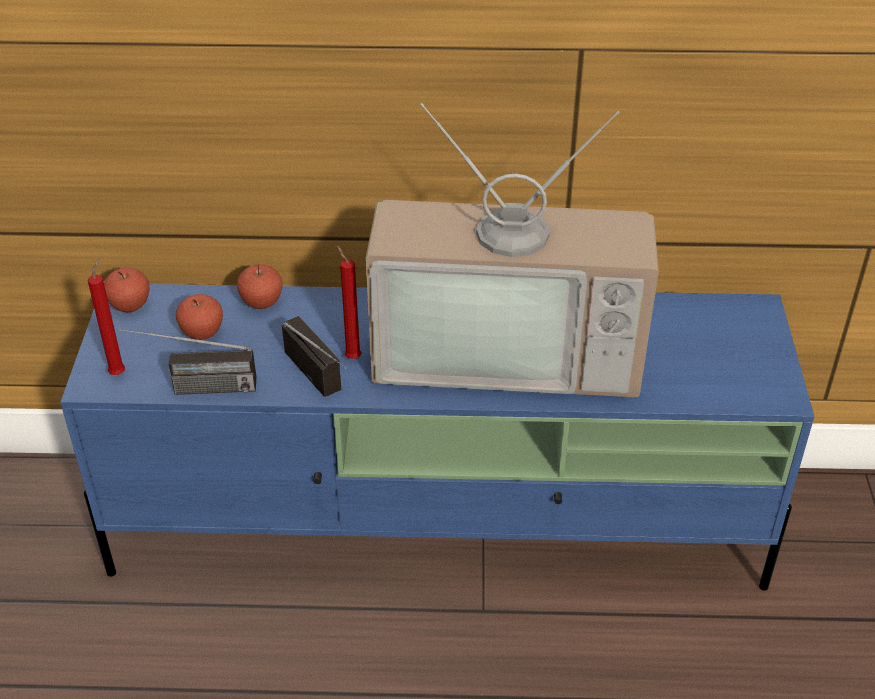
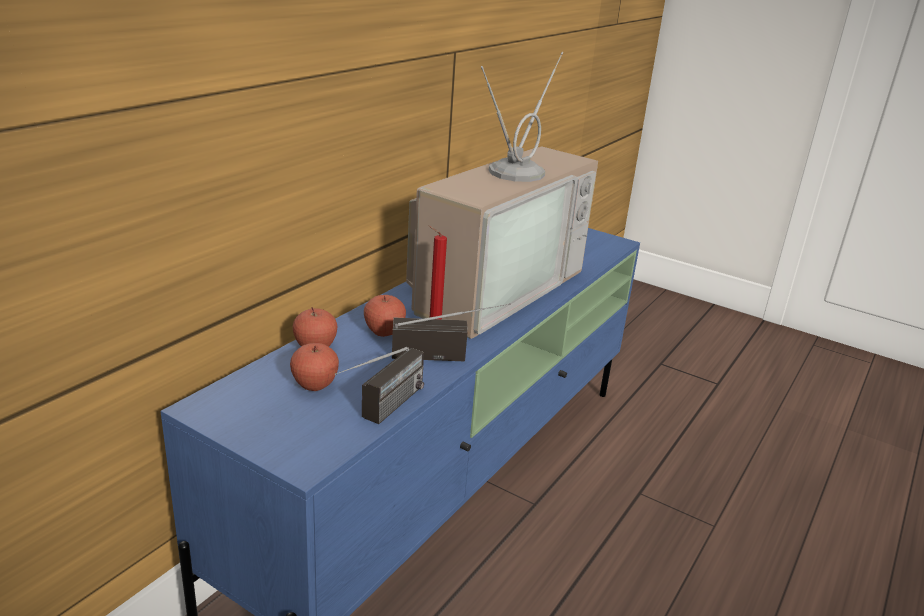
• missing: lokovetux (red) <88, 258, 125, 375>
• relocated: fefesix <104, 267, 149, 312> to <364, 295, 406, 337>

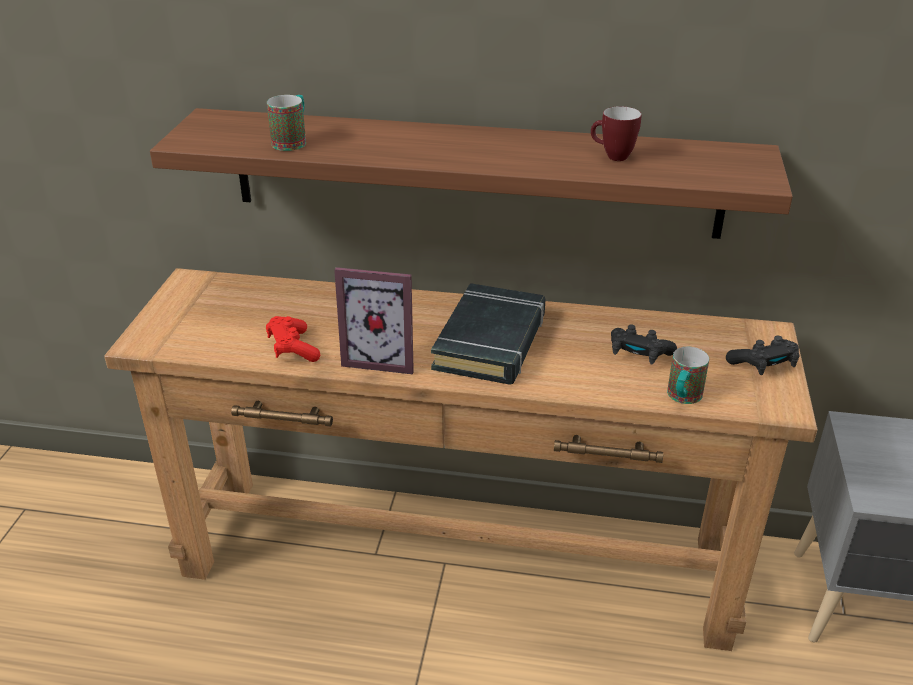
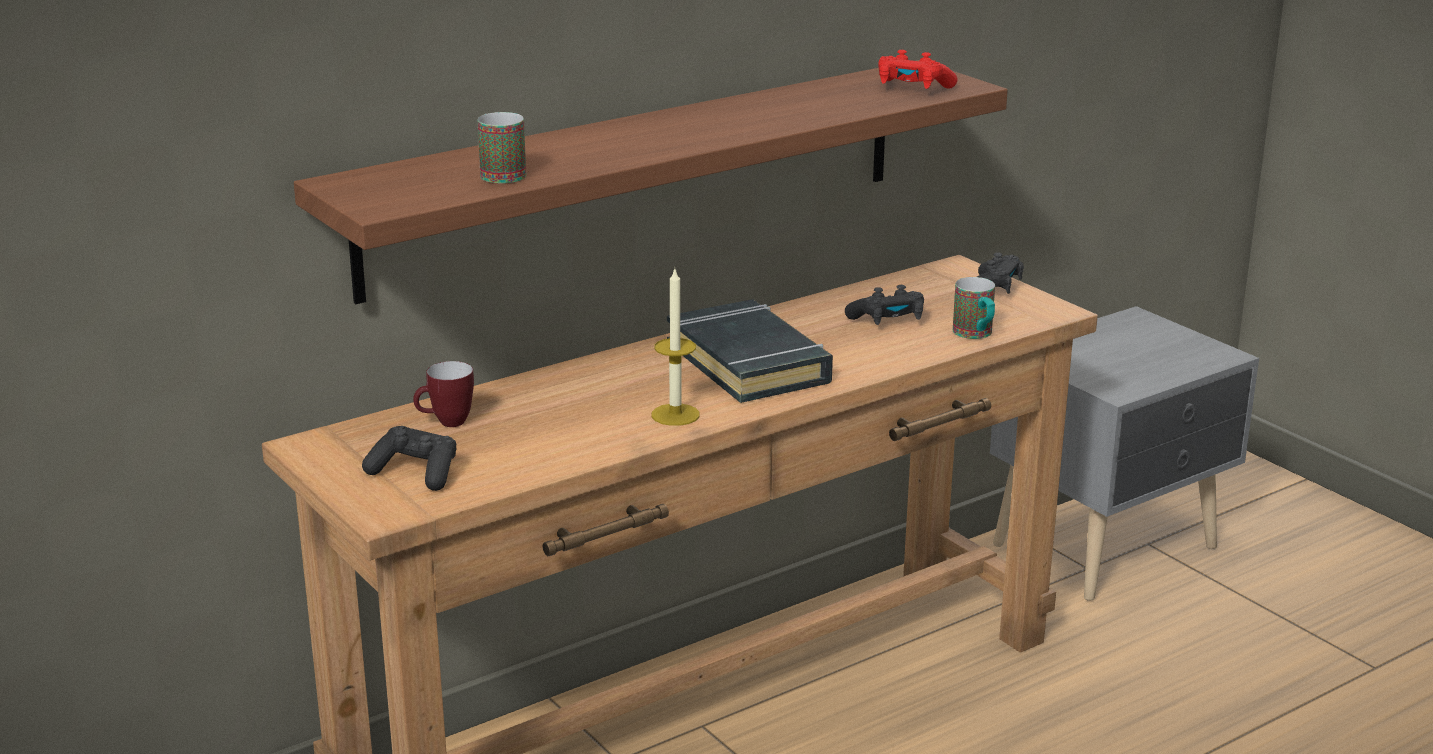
• appeared: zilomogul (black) <362, 426, 456, 491>
• relocated: zilomogul (red) <266, 316, 320, 362> to <878, 50, 957, 89>
• relocated: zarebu <591, 106, 642, 161> to <413, 361, 474, 427>
• exchanged: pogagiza <334, 267, 414, 374> to lokovetux <651, 269, 700, 426>

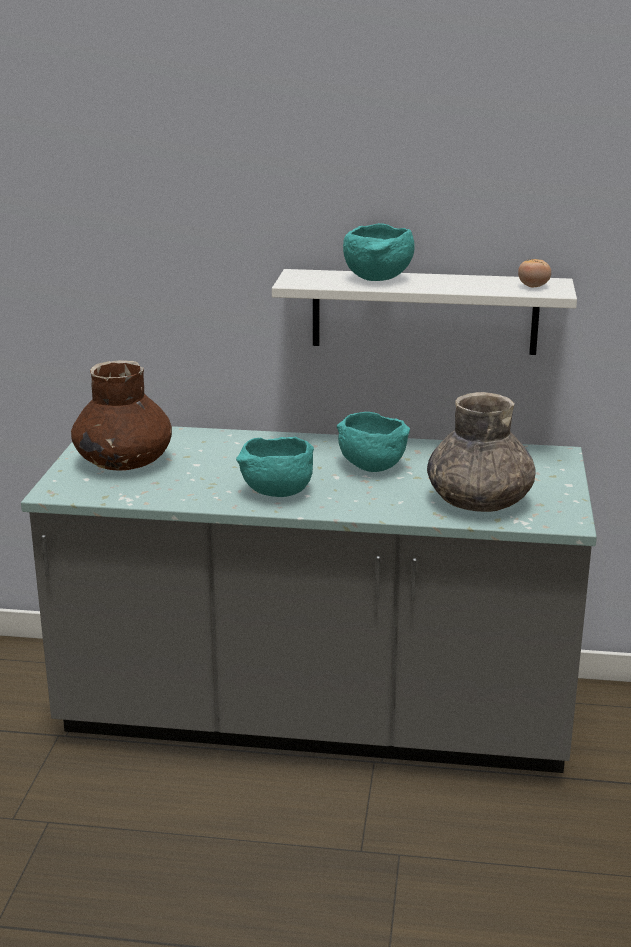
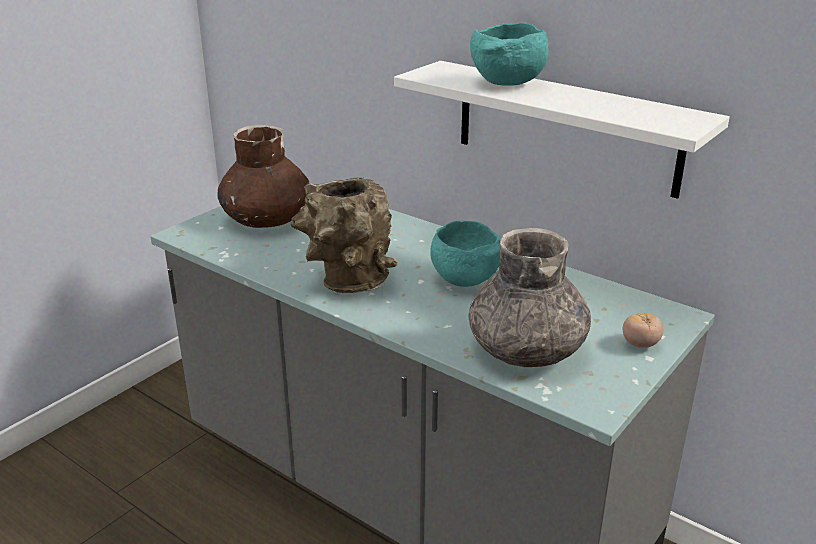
• relocated: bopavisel <518, 259, 551, 287> to <623, 313, 663, 348>
• exchanged: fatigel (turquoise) <236, 436, 314, 497> to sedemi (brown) <291, 178, 398, 294>

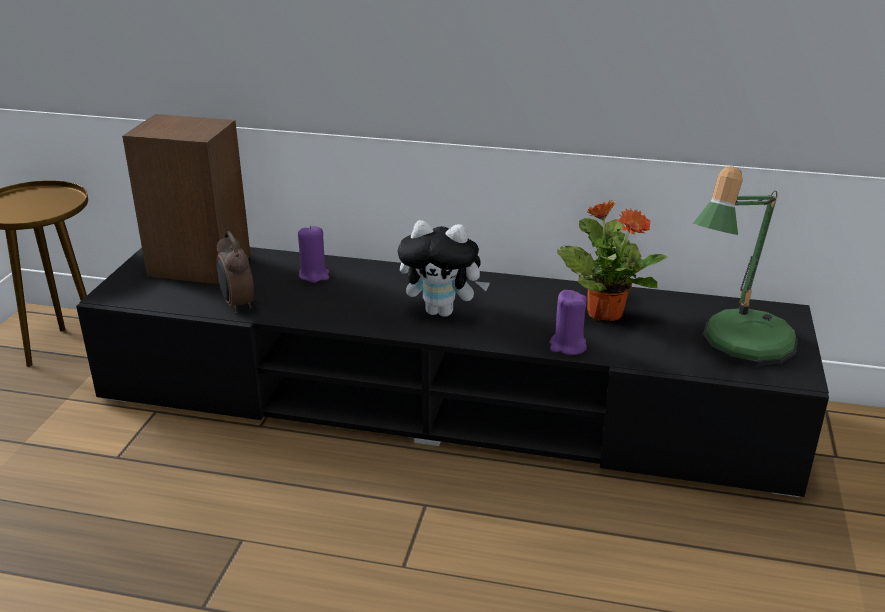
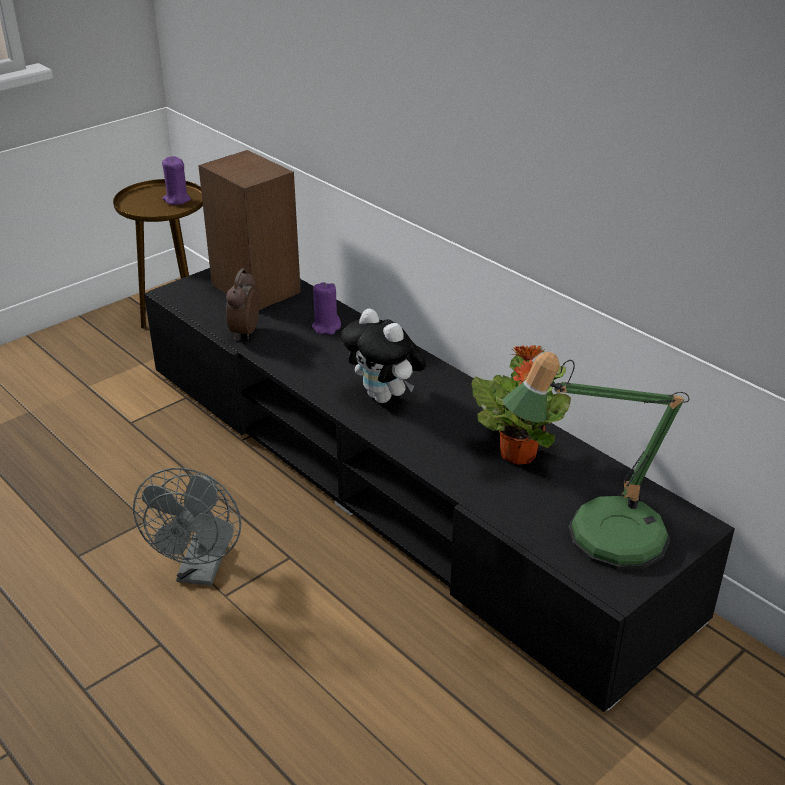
• appeared: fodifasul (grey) <133, 468, 241, 586>
• relocated: lokovetux (purple) <549, 290, 587, 355> to <162, 156, 191, 205>

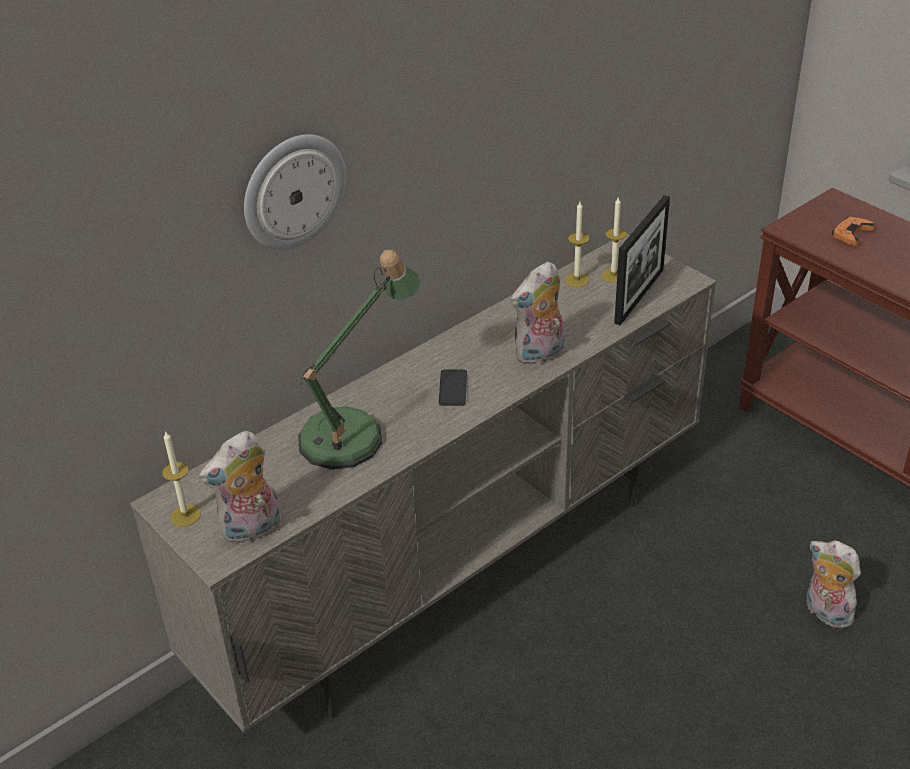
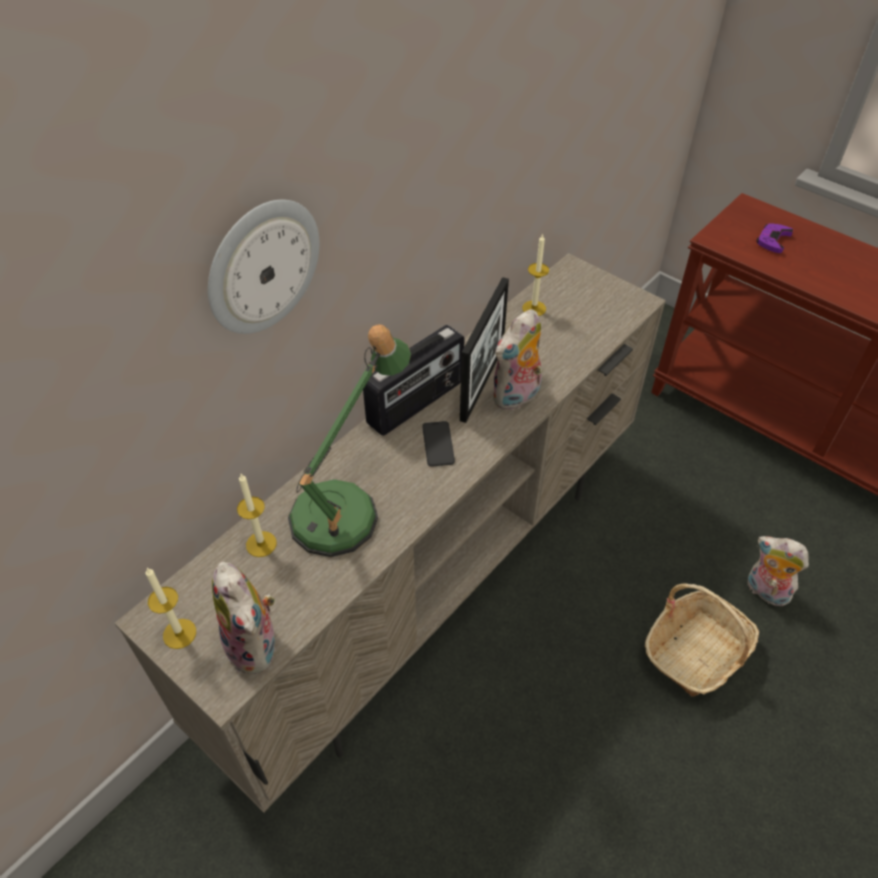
• appeared: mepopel <363, 325, 465, 436>
• appeared: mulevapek <645, 583, 759, 697>
• relocated: lokovetux <601, 196, 627, 283> to <237, 474, 277, 557>
• relocated: pogagiza <614, 195, 670, 325> to <460, 277, 509, 423>
• colour: zilomogul (orange) <832, 217, 875, 246> to zilomogul (purple) <756, 223, 793, 253>
• spun: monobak <199, 431, 281, 544> = <212, 562, 275, 674> 75 degrees counterclockwise

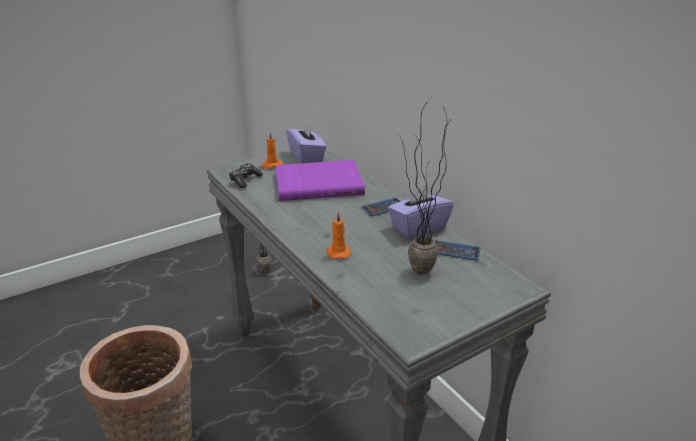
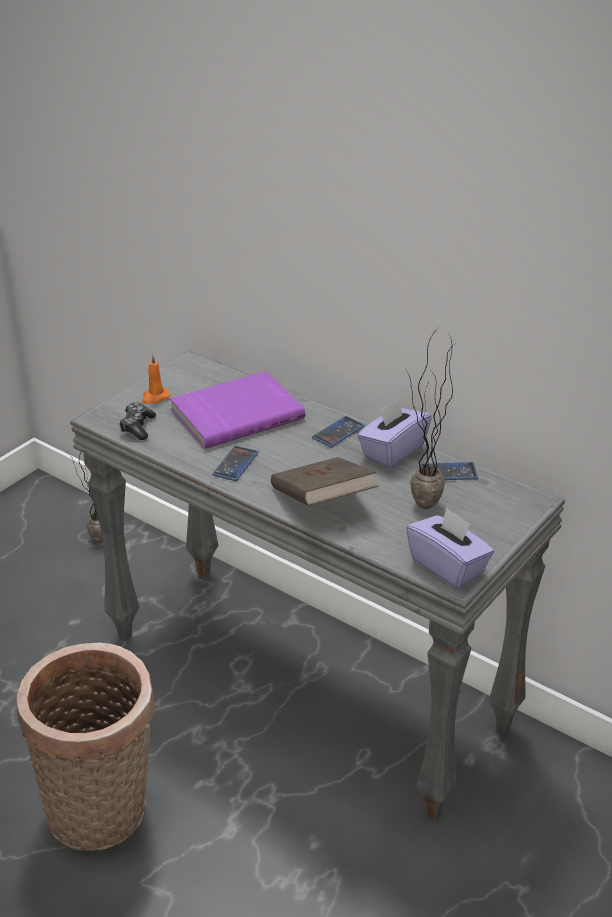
• appeared: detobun <212, 446, 258, 481>
• relocated: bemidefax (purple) <286, 121, 326, 163> to <406, 507, 494, 588>
• exchanged: lokovetux (orange) <327, 212, 351, 259> to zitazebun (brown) <271, 457, 379, 506>

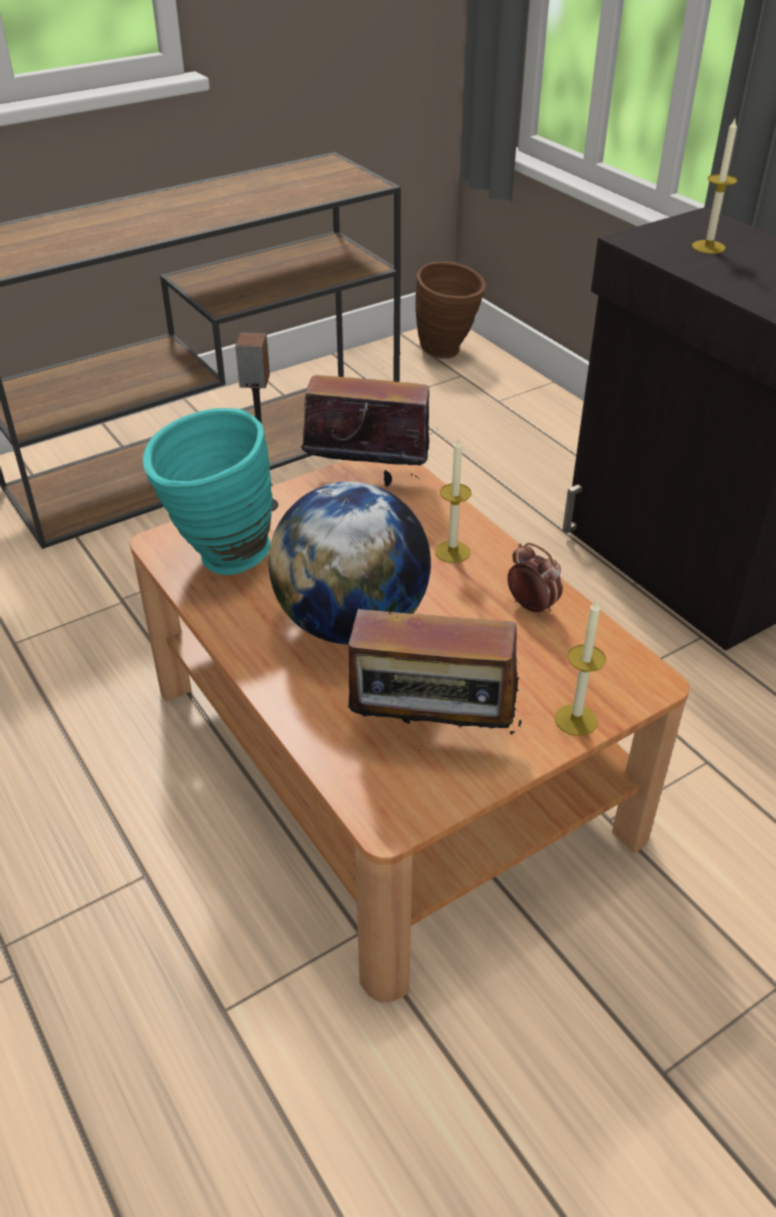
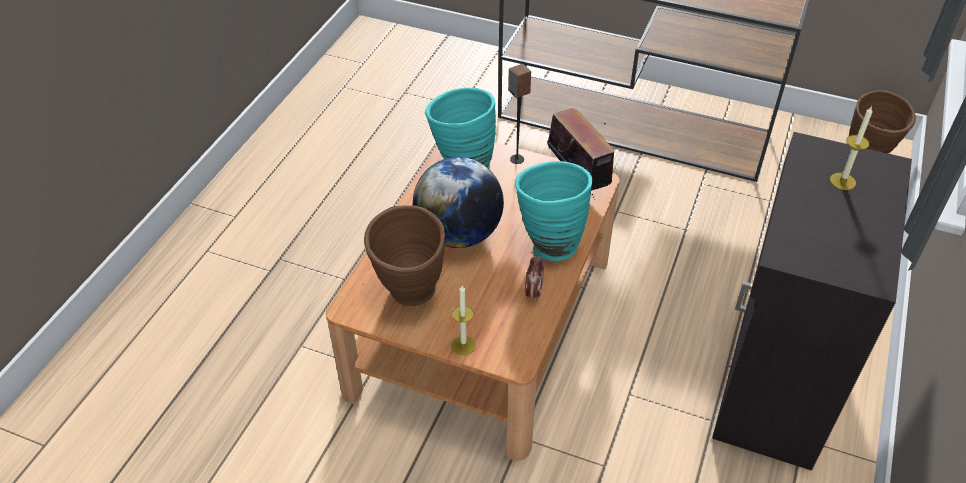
• exchanged: mepopel <344, 590, 522, 751> to sedemi (brown) <364, 205, 445, 306>
• exchanged: lokovetux <435, 437, 471, 563> to sedemi (turquoise) <515, 161, 592, 261>

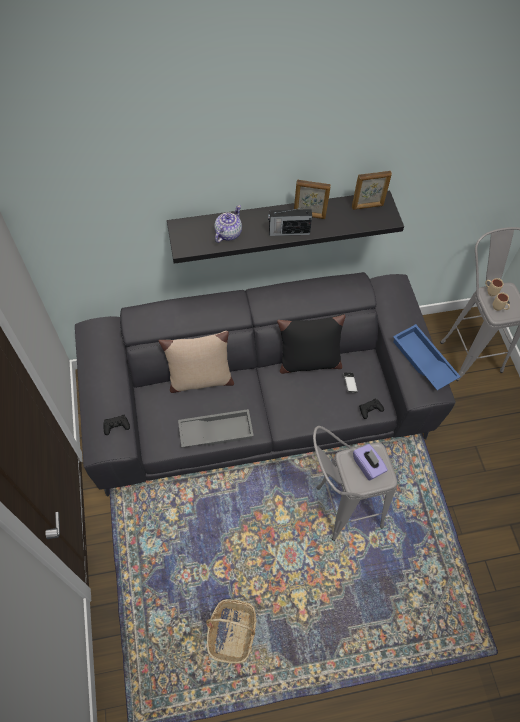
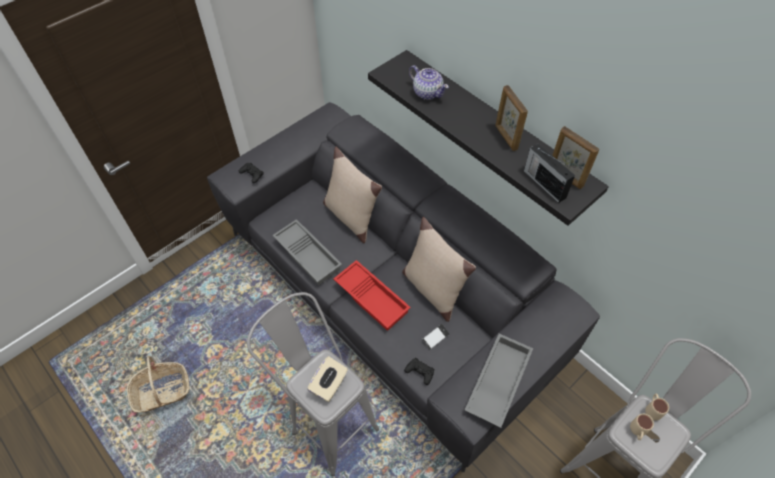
• appeared: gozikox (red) <334, 260, 411, 331>
• relocated: mepopel <268, 207, 312, 236> to <524, 144, 575, 203>
• colour: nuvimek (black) <277, 314, 345, 374> to nuvimek (beige) <402, 217, 476, 322>
• colour: bemidefax (purple) <353, 444, 388, 481> to bemidefax (beige) <307, 356, 348, 402>
• colour: gozikox (blue) <393, 324, 461, 390> to gozikox (grey) <465, 334, 533, 428>
• spun: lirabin <214, 205, 242, 243> = <409, 65, 449, 100> 45 degrees clockwise

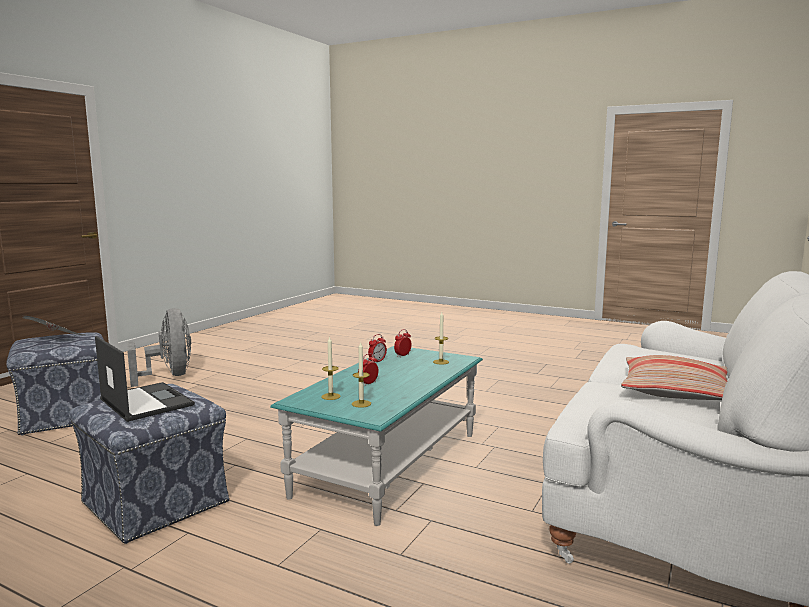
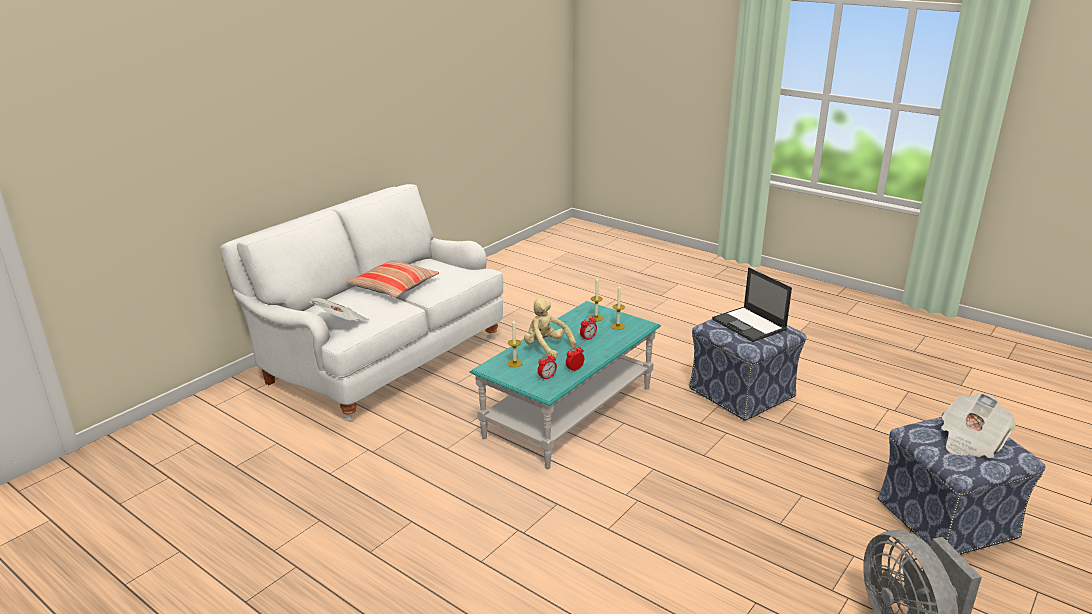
• appeared: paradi <308, 298, 369, 321>
• appeared: monobak (beige) <524, 298, 577, 358>

